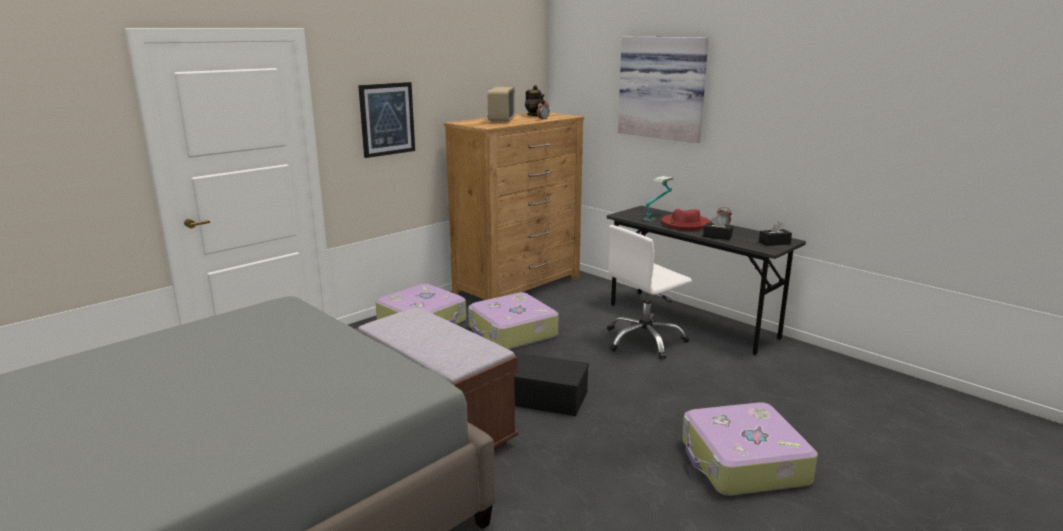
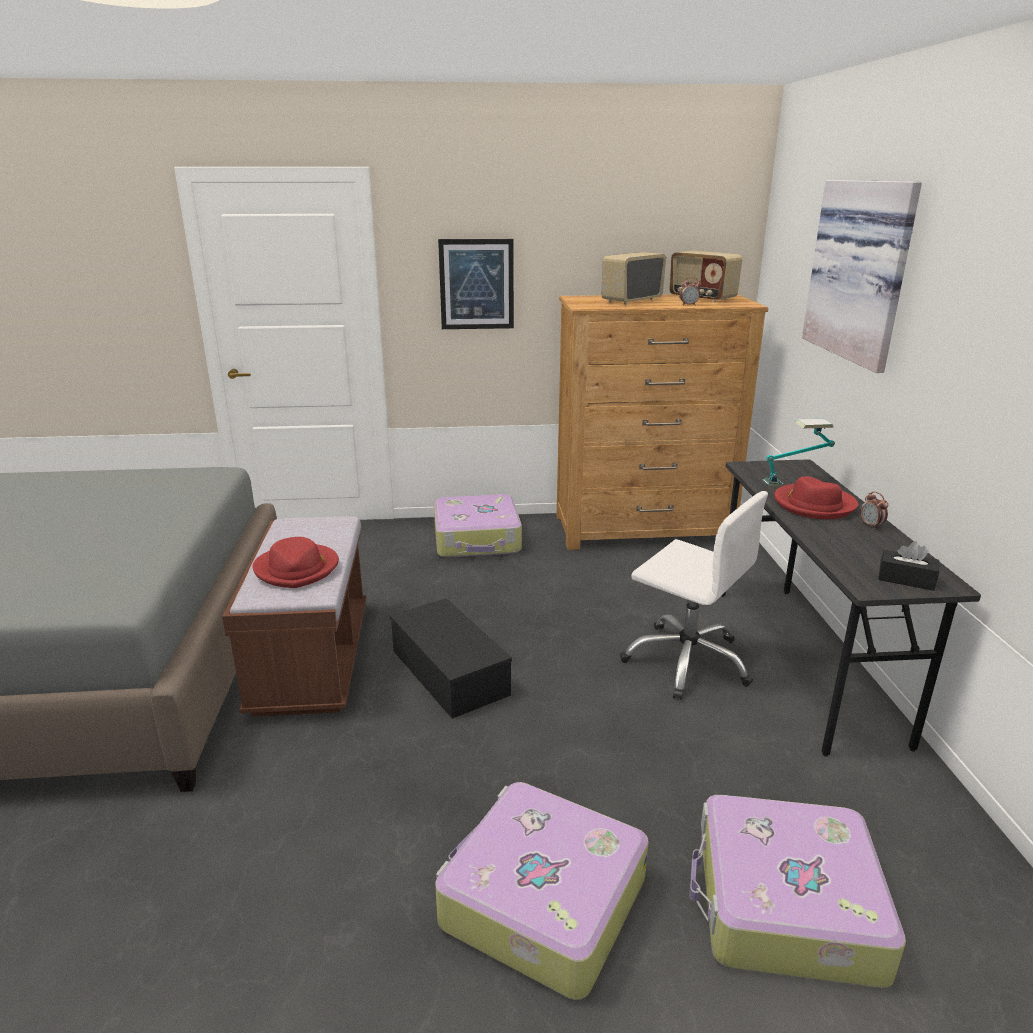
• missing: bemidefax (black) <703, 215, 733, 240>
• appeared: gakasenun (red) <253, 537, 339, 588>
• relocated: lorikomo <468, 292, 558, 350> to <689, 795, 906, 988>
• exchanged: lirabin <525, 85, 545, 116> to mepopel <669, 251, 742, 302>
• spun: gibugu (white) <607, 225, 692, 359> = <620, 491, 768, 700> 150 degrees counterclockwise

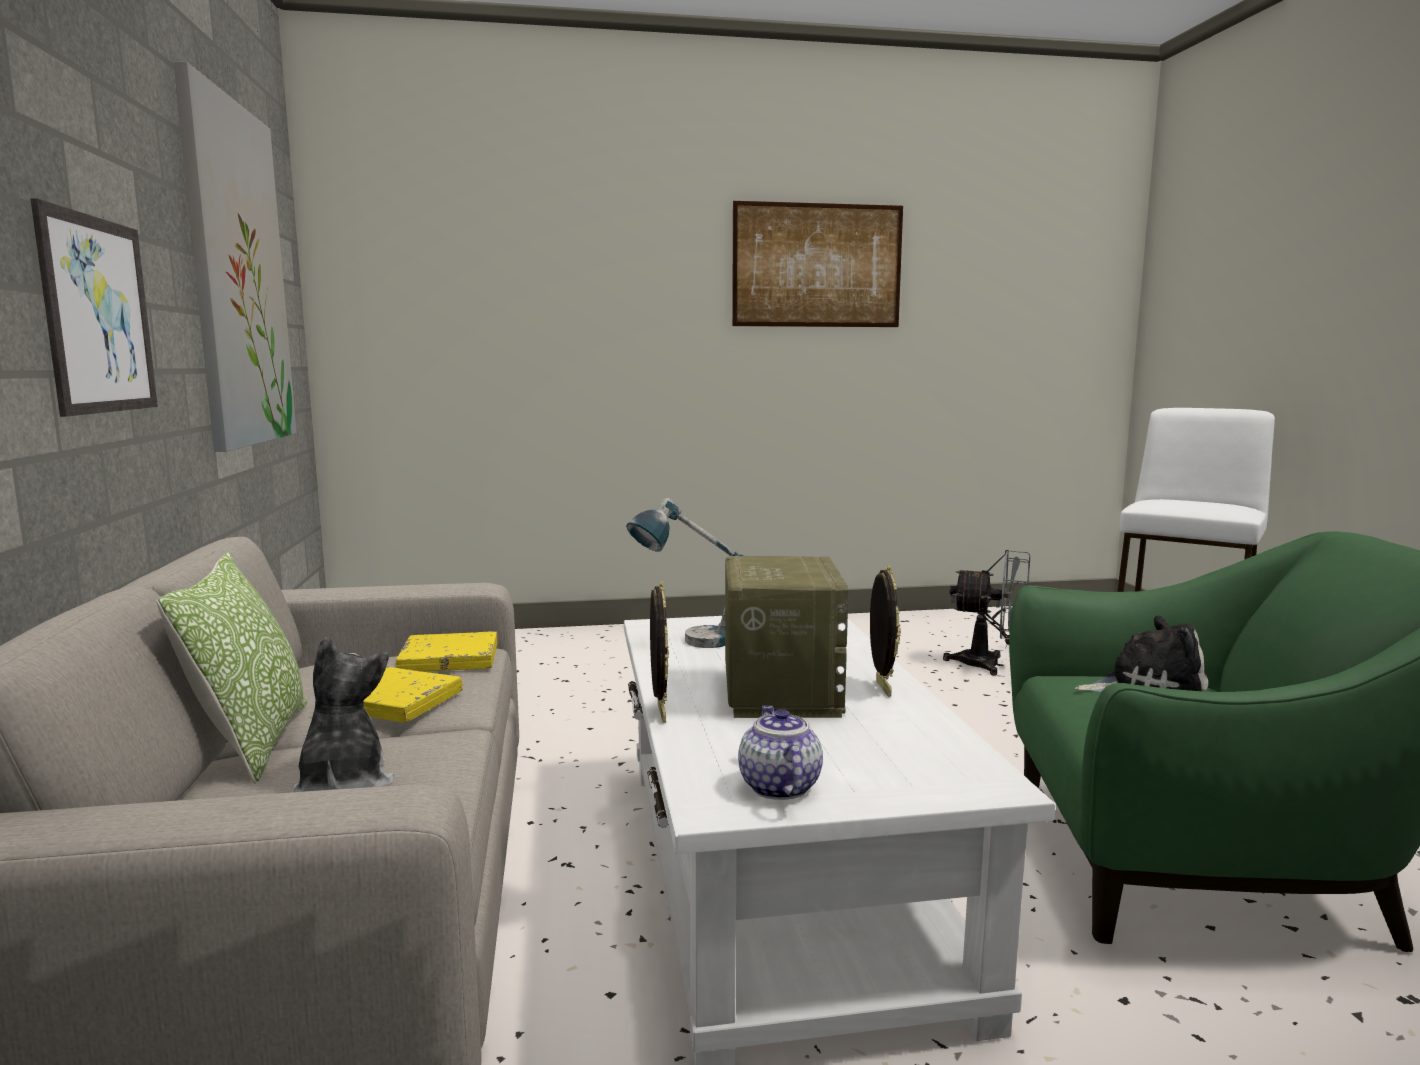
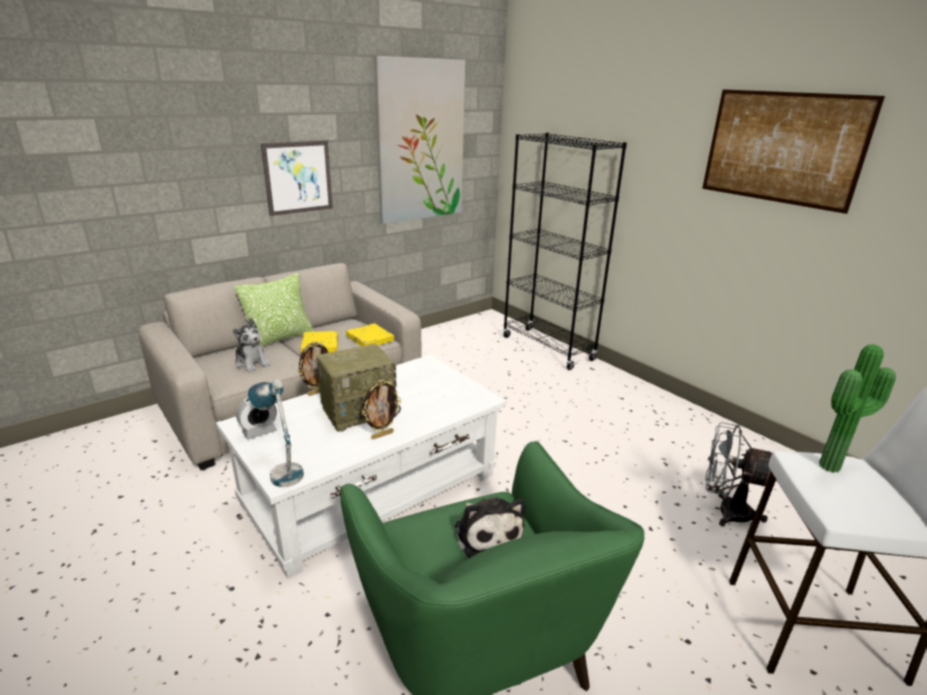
• appeared: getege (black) <503, 132, 627, 370>
• appeared: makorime <819, 344, 896, 473>
• relocated: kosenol <626, 498, 744, 648> to <248, 379, 304, 487>
• exchanged: lirabin <738, 705, 823, 800> to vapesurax <236, 397, 277, 440>
• spun: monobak <292, 637, 394, 792> = <233, 318, 271, 372> 90 degrees clockwise
• spun: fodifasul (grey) <943, 550, 1030, 675> = <706, 422, 772, 527> 120 degrees clockwise

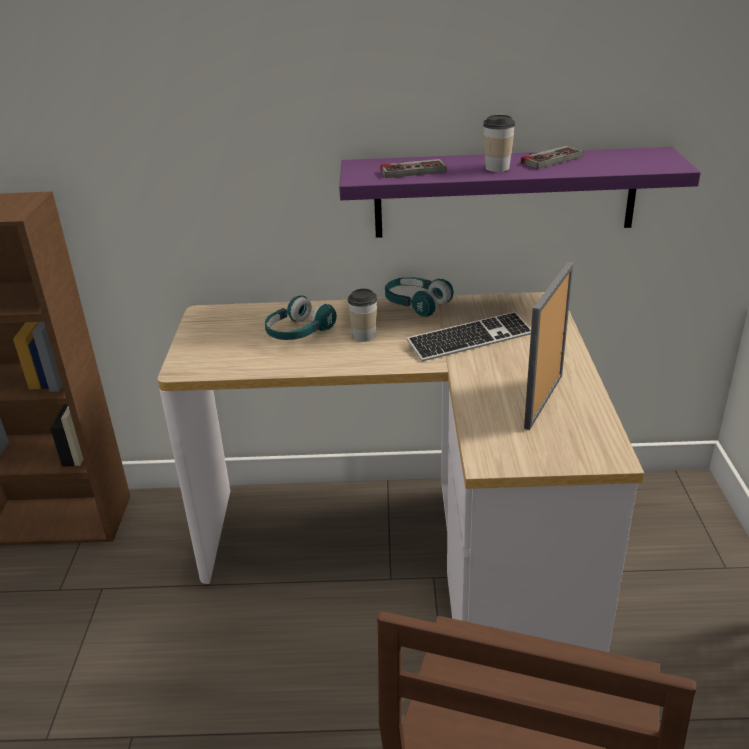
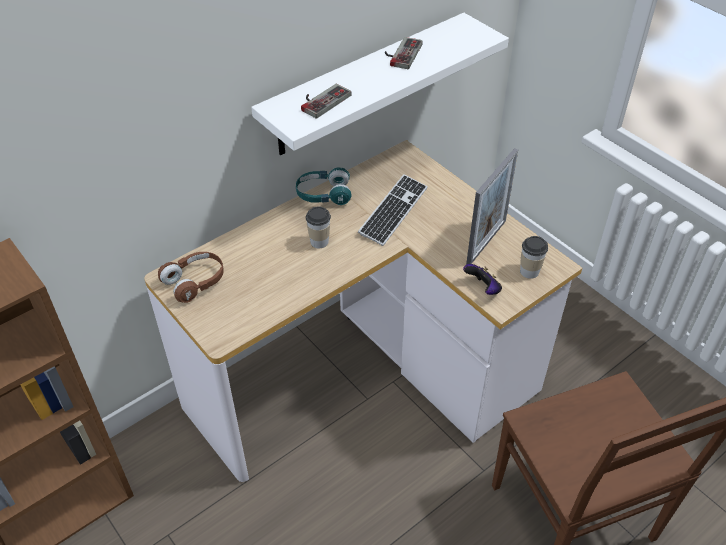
• missing: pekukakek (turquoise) <265, 295, 337, 340>
• appeared: pekukakek (brown) <158, 252, 224, 303>
• appeared: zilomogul <463, 264, 502, 295>
• relocated: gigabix <483, 115, 515, 172> to <520, 236, 548, 279>
• colour: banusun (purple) <339, 147, 701, 238> to banusun (white) <251, 13, 509, 155>
• spun: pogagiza <524, 262, 573, 430> = <466, 148, 518, 264> 135 degrees counterclockwise

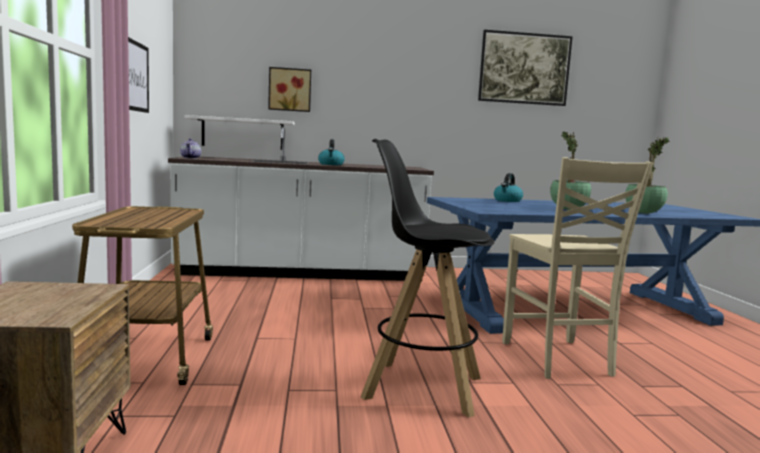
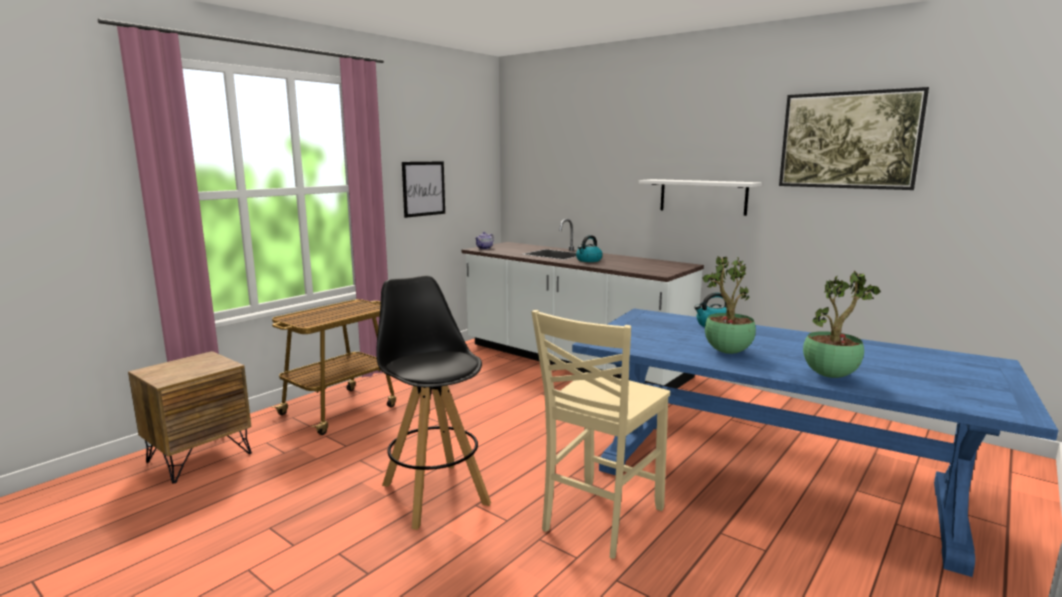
• missing: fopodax <268, 67, 311, 112>
• relocated: banusun (white) <185, 115, 294, 150> to <639, 179, 762, 216>

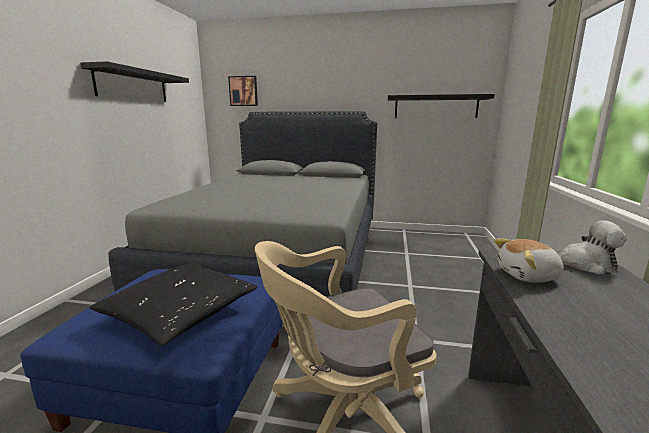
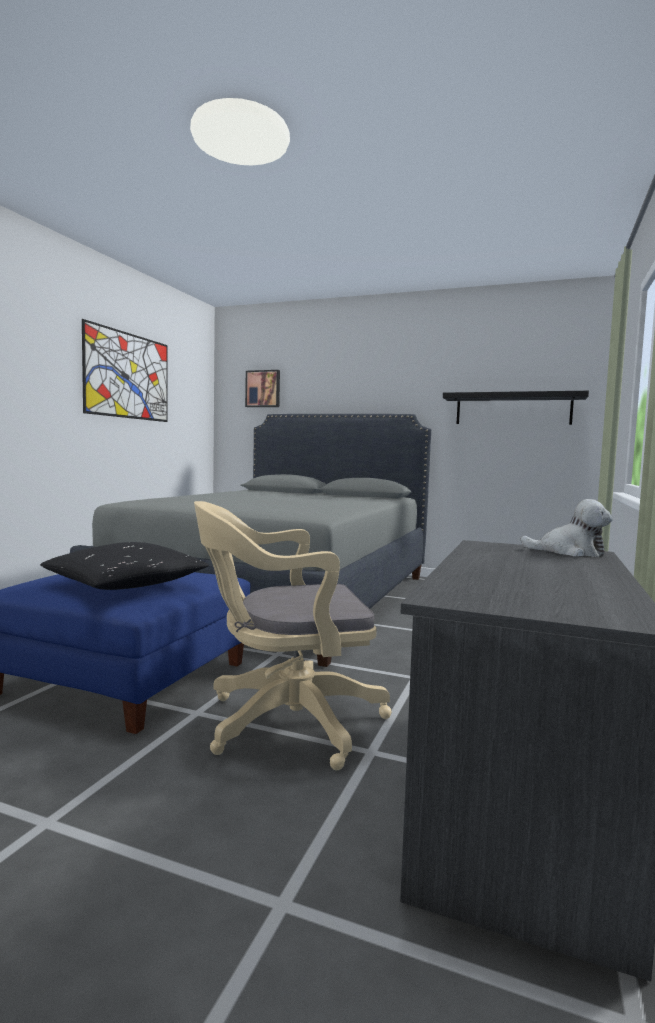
• missing: monobak <494, 238, 564, 283>
• exchanged: banusun (black) <80, 61, 189, 102> to fopodax <82, 319, 168, 422>

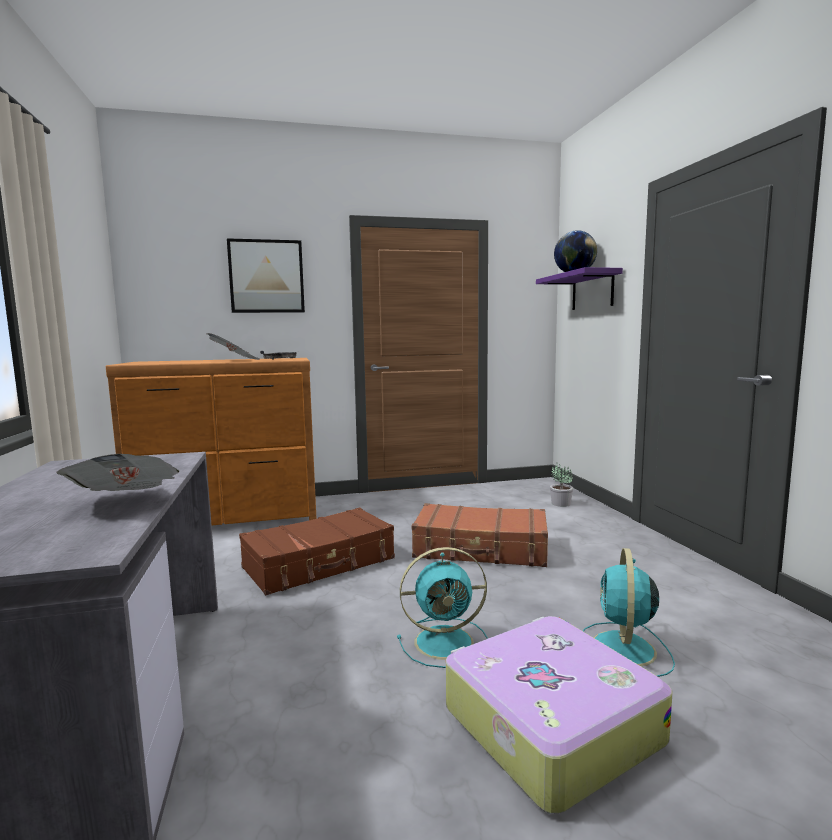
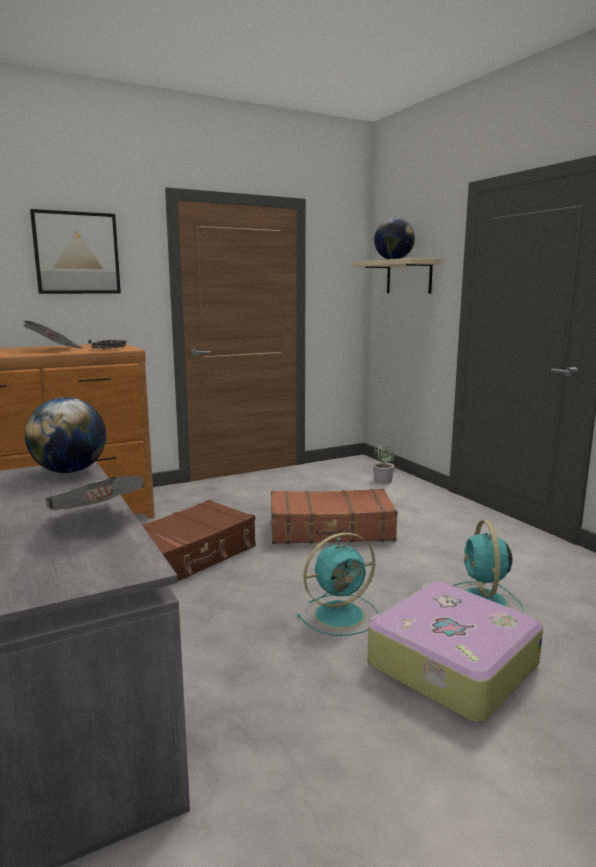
• appeared: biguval <25, 397, 106, 473>
• colour: banusun (purple) <536, 267, 623, 310> to banusun (beige) <353, 258, 441, 294>

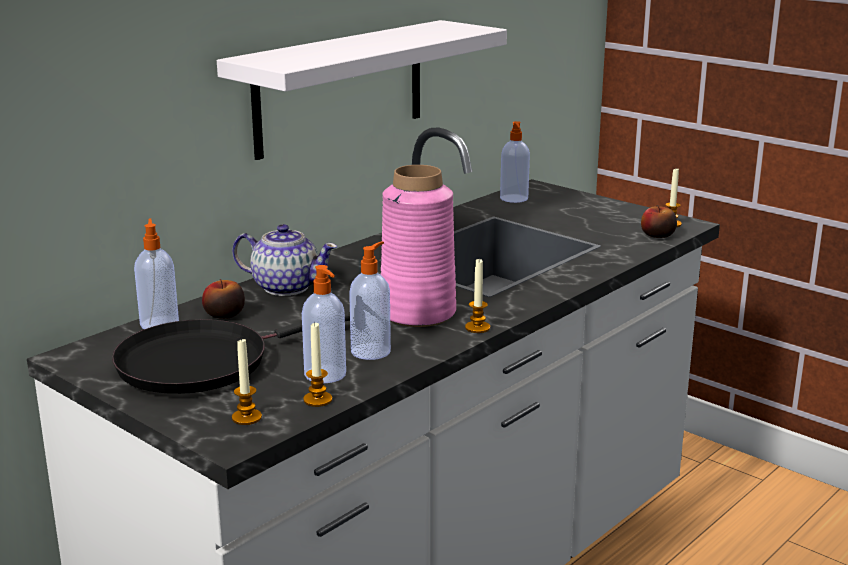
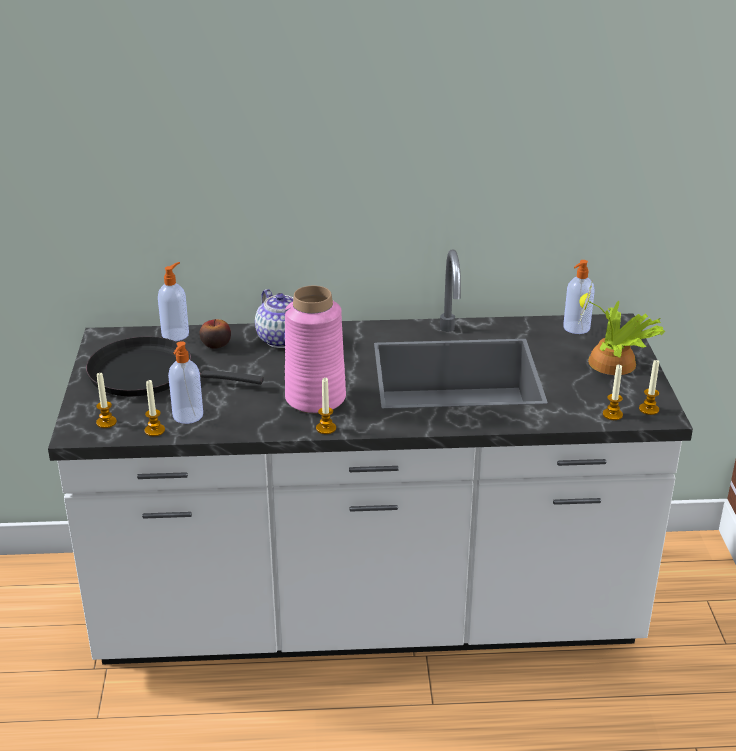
• missing: banusun (white) <217, 20, 507, 160>
• missing: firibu <349, 242, 391, 360>
• appeared: makorime <579, 279, 666, 375>
• exchanged: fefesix <641, 205, 677, 238> to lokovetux <603, 364, 623, 420>

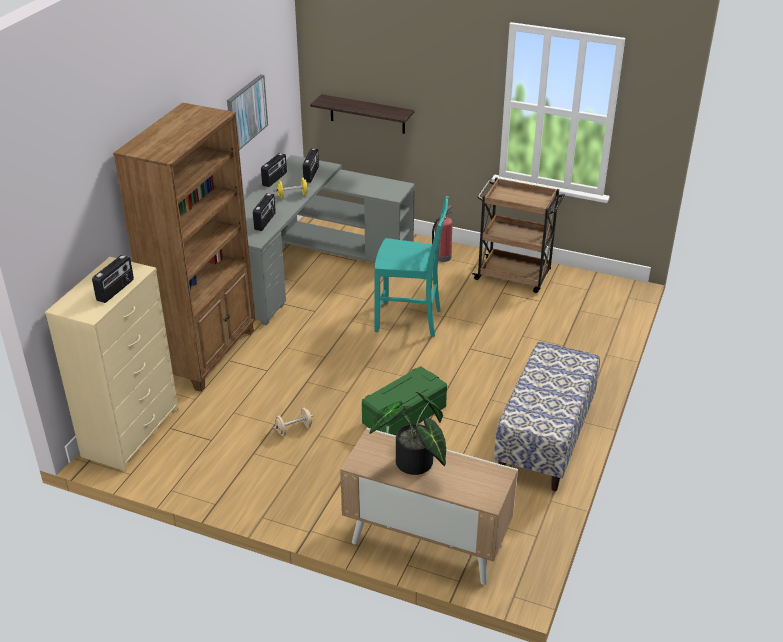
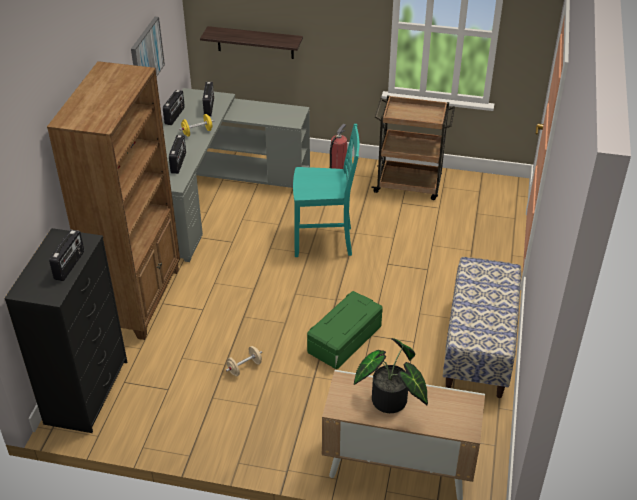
• colour: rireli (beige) <45, 257, 179, 471> to rireli (black) <4, 228, 127, 433>

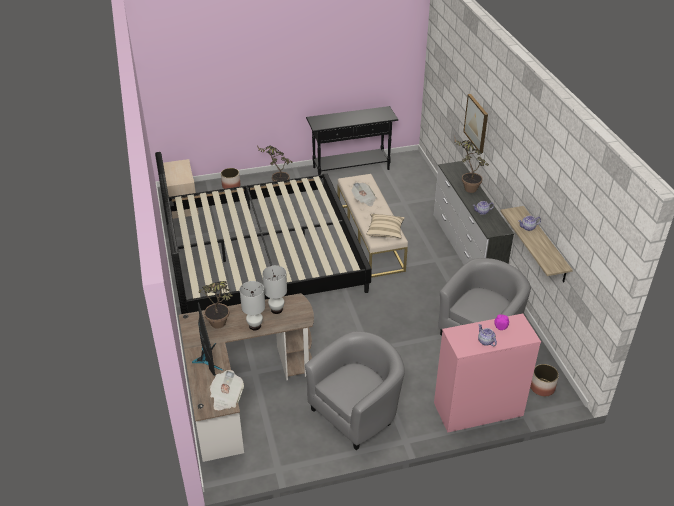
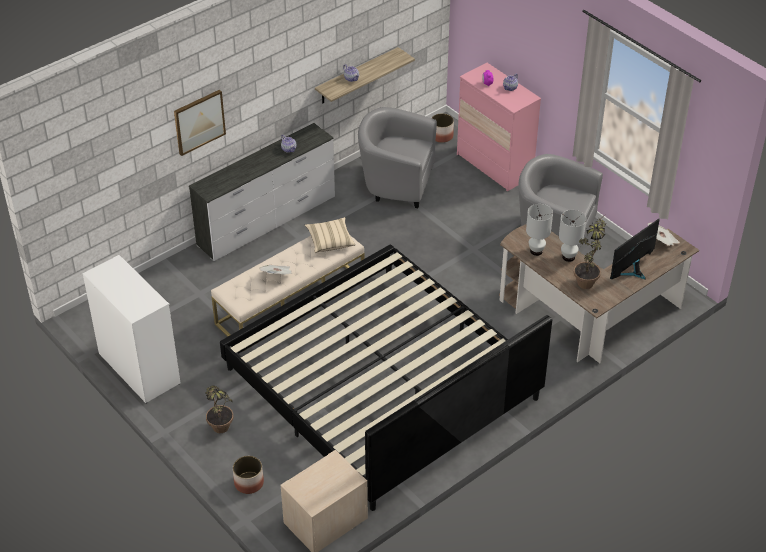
• missing: makorime <454, 135, 489, 193>
• exchanged: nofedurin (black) <306, 106, 398, 175> to rireli (white) <83, 255, 181, 403>

